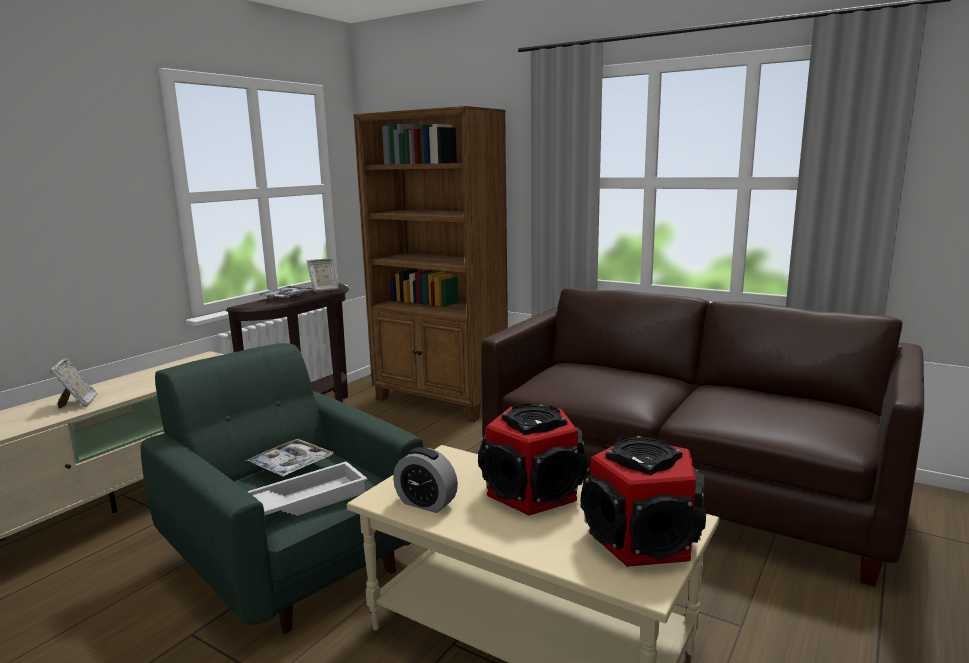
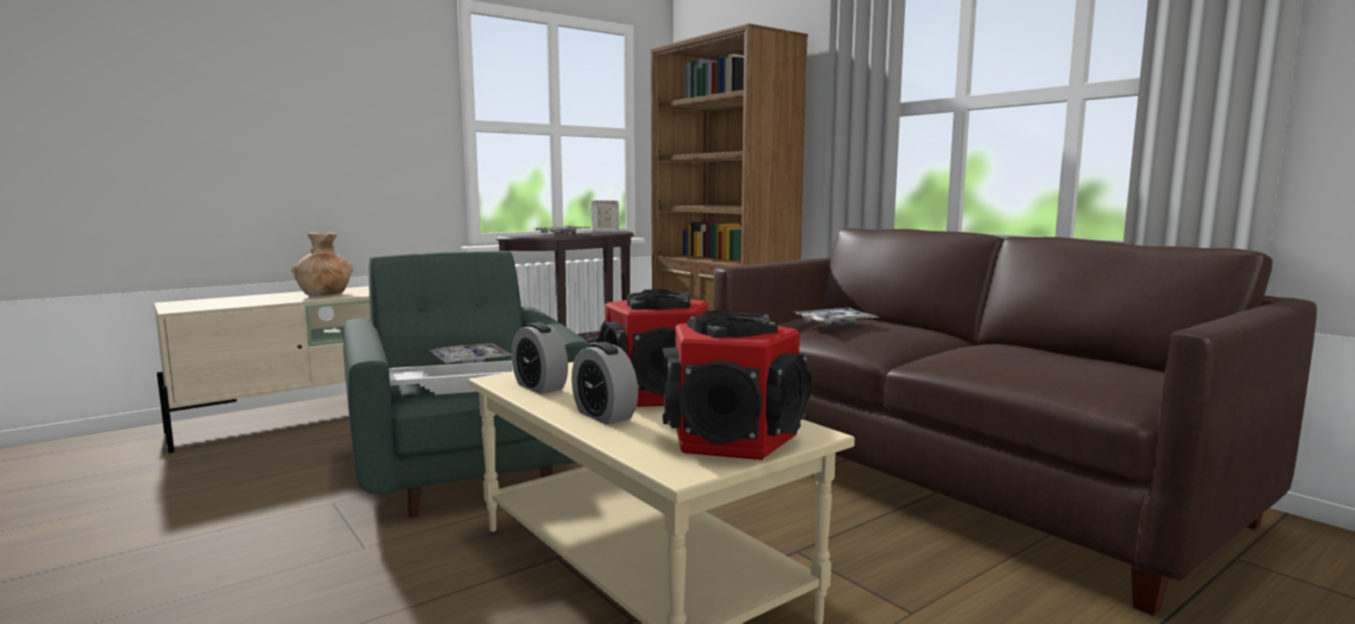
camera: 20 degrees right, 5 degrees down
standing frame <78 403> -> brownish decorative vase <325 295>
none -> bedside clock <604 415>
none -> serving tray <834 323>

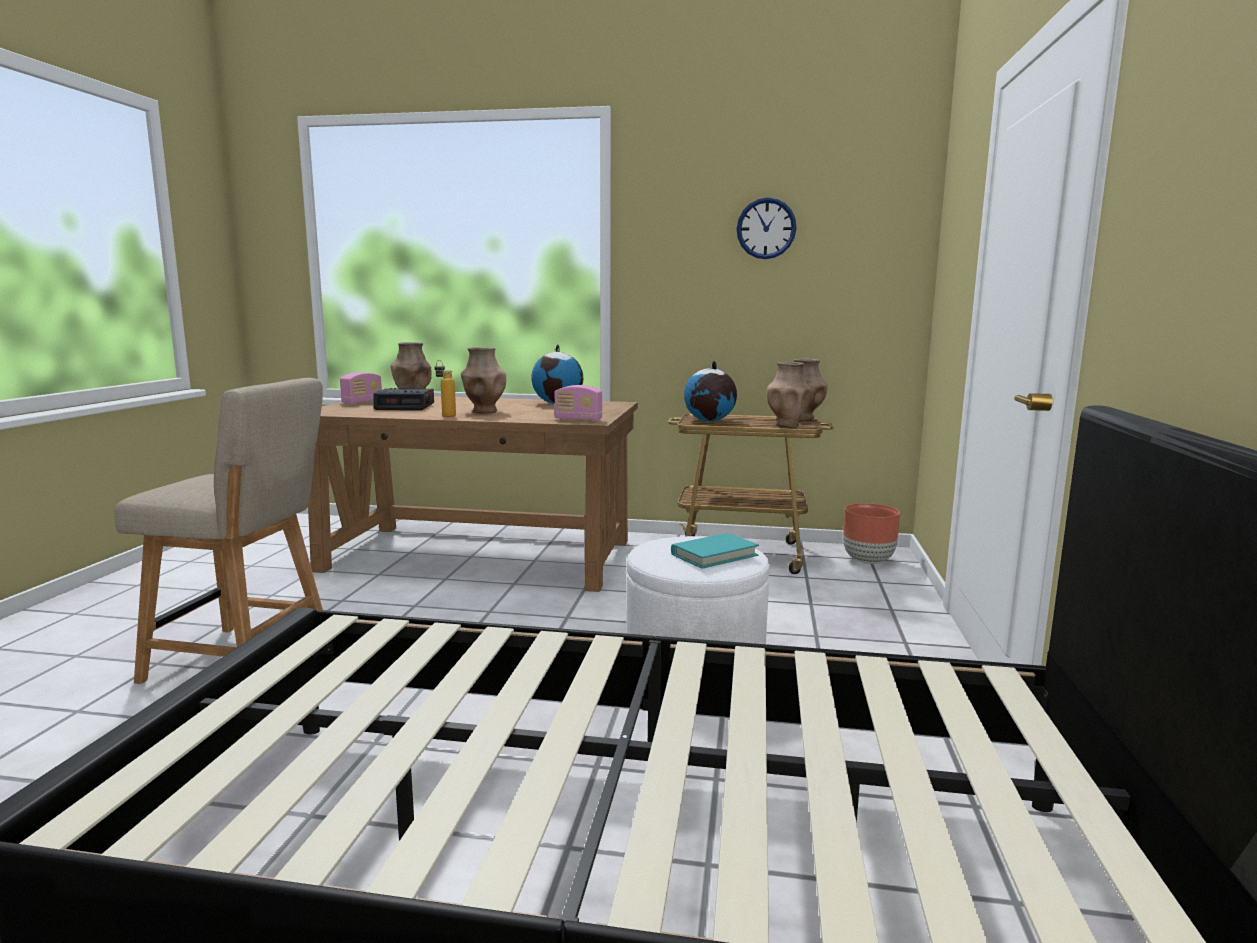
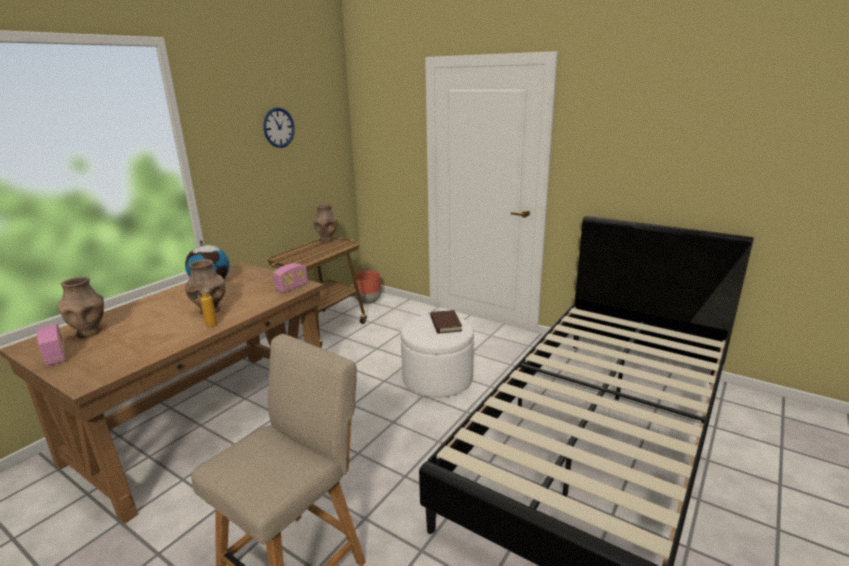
camera: 65 degrees left, 10 degrees up
turquoise volume <714 555> -> brownish volume <445 324>
bedside clock <405 406> -> none
desk globe <709 421> -> none
brownish decorative vase <787 425> -> none

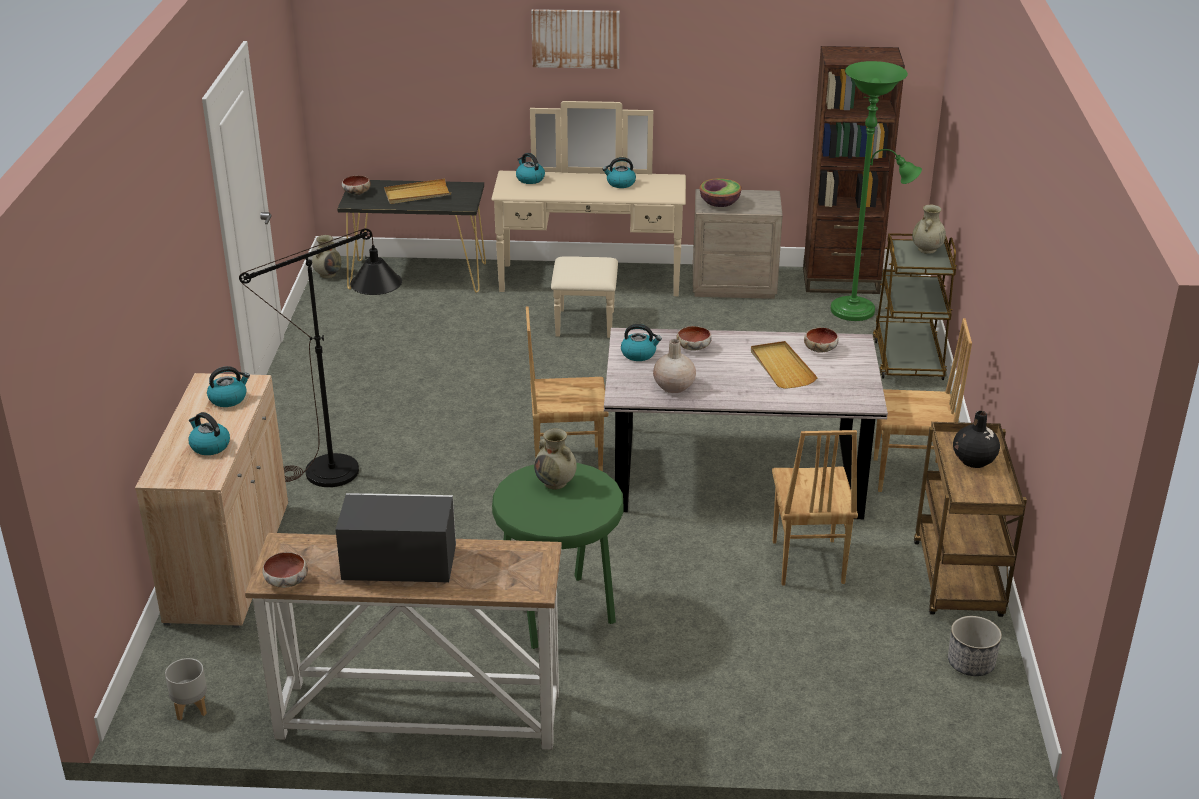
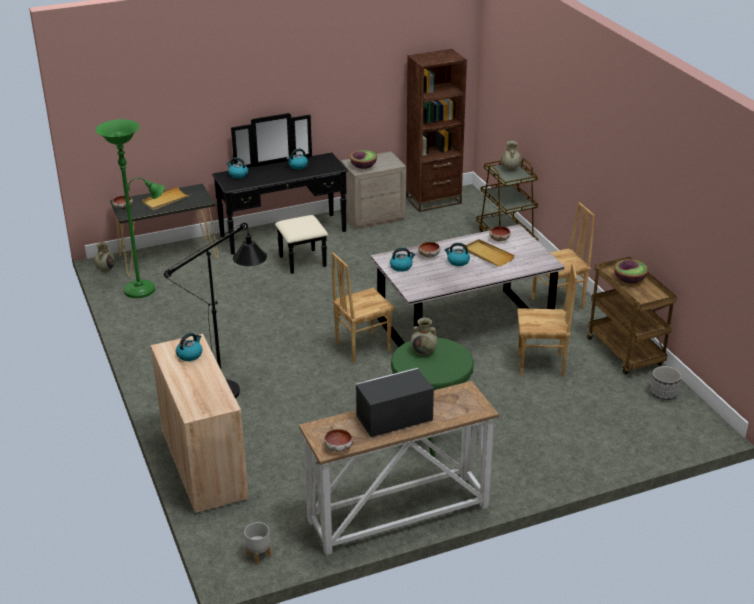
camera: 25 degrees left, 0 degrees up
green standard lamp <858 310> -> green standard lamp <143 289>, move
beige dresser <590 289> -> black dresser <288 240>
kettle <209 446> -> kettle <457 262>, move
brownish plain chair <806 562> -> brownish plain chair <541 366>, 60 degrees counterclockwise
black decorative vase <974 460> -> serving bowl <629 280>
wall art <575 38> -> none
beige decorative vase <673 386> -> none

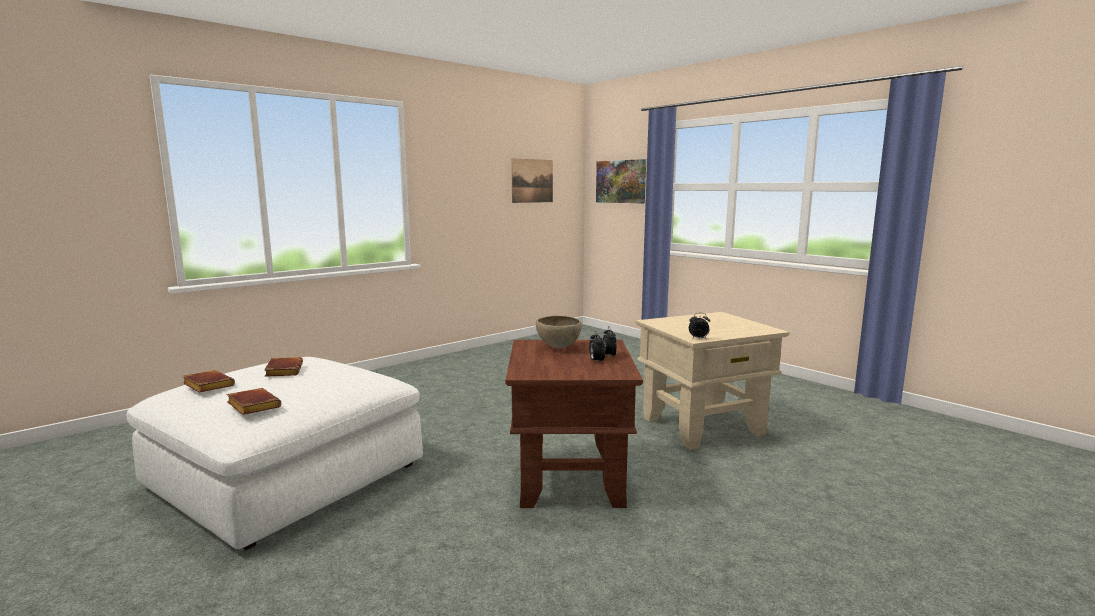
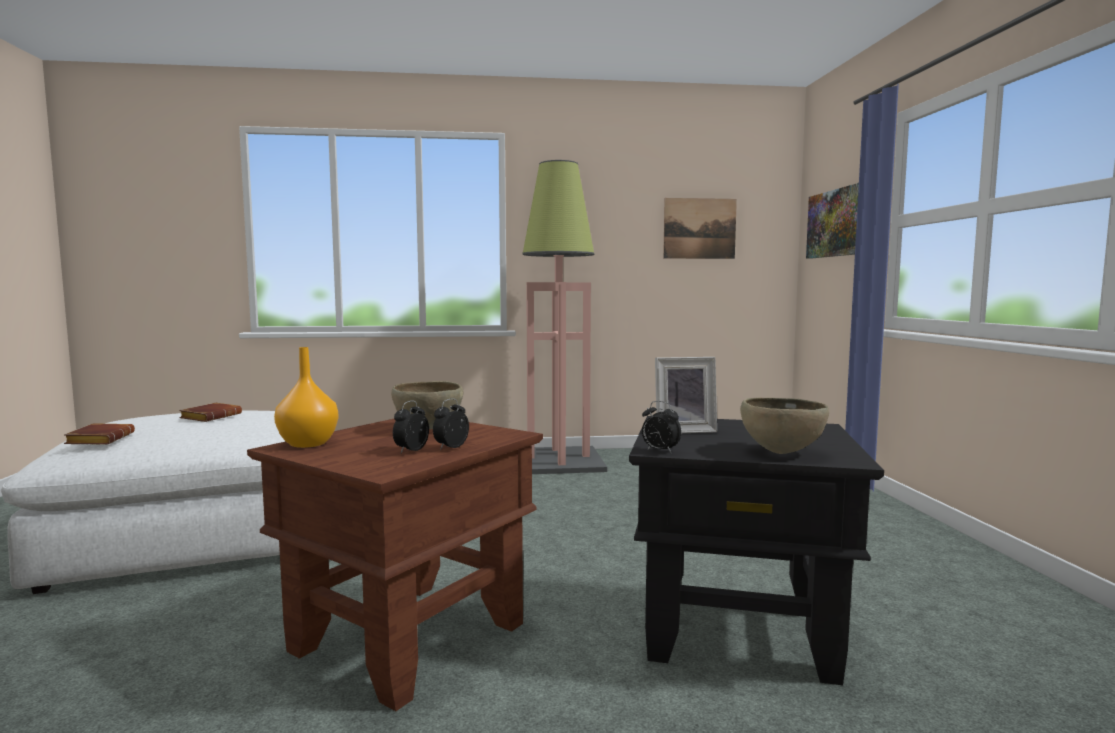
camera: 35 degrees right, 5 degrees down
none -> orange-coloured decorative vase <308 444>
none -> standard lamp <559 461>
beige side table <703 426> -> black side table <738 630>
none -> standing frame <683 430>
none -> brownish serving bowl <782 453>
brownish volume <206 386> -> none

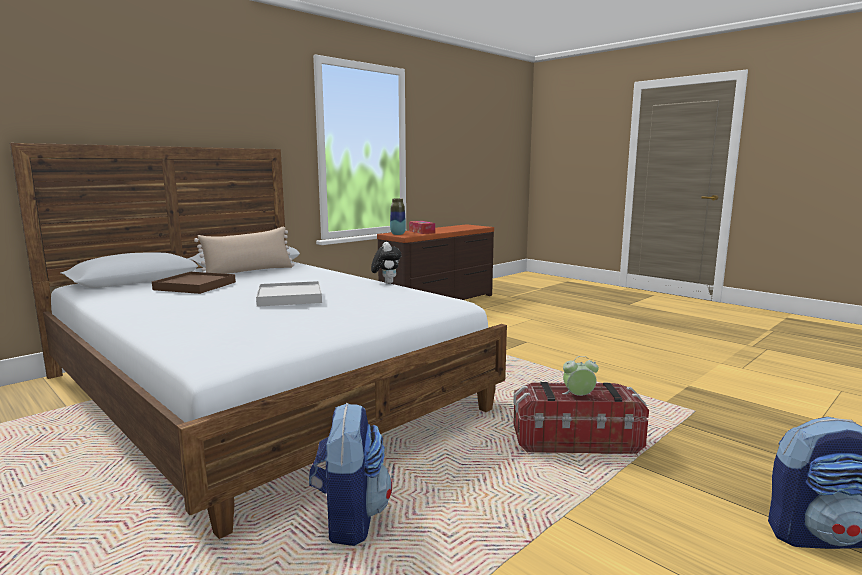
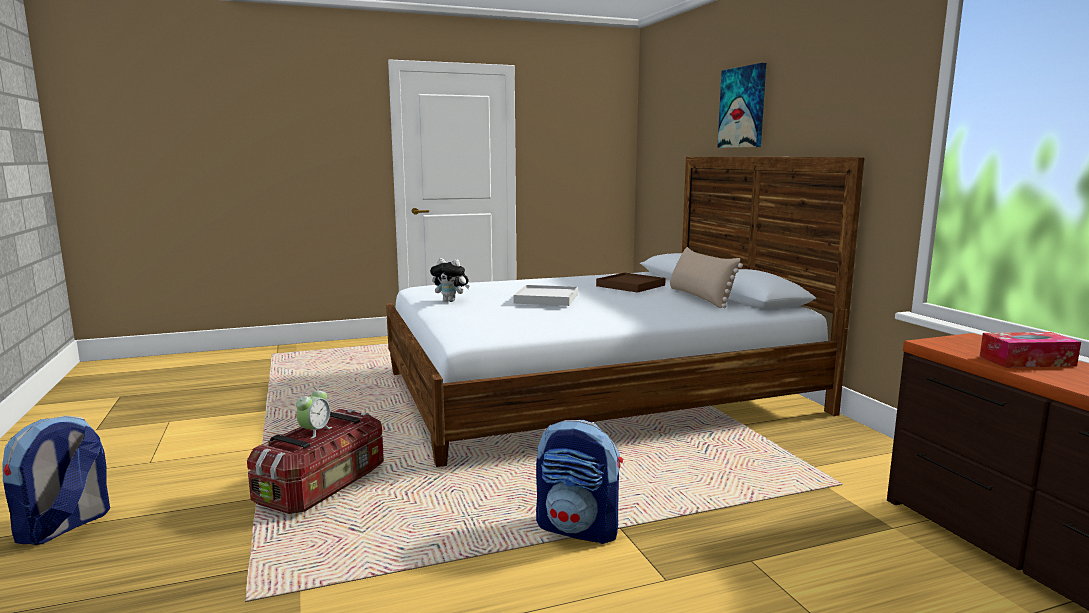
camera: 115 degrees right, 0 degrees up
soft toy <386 283> -> soft toy <451 301>, move
rucksack <350 519> -> rucksack <579 529>, move
none -> wall art <743 107>
decorative vase <398 234> -> none

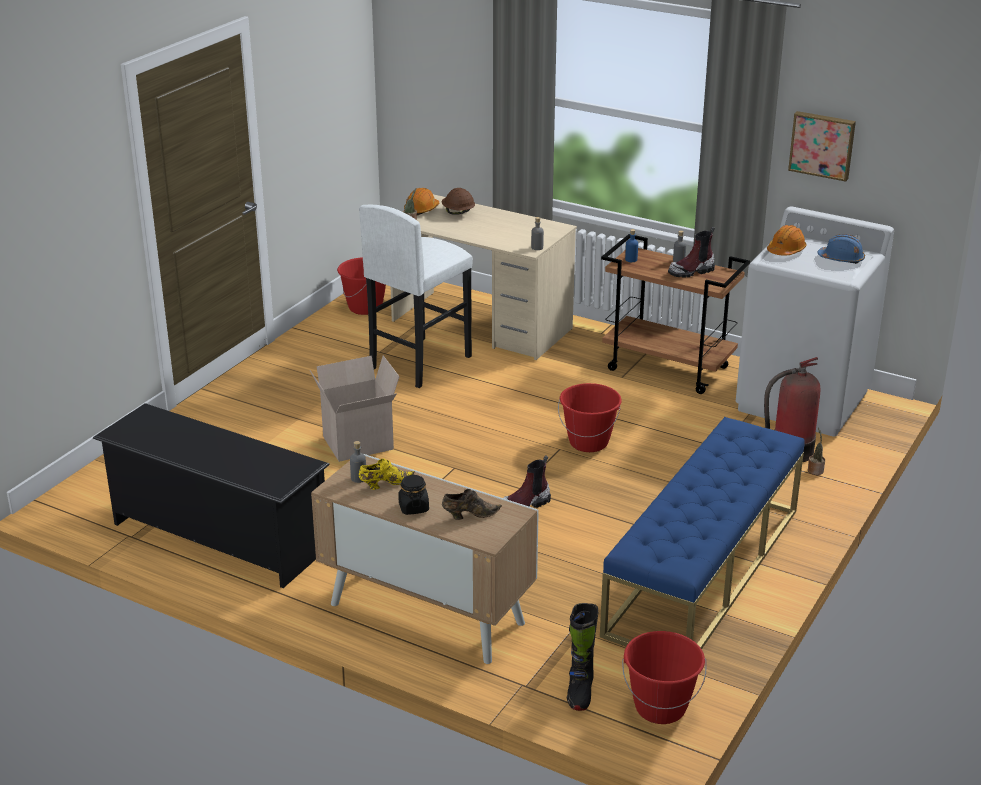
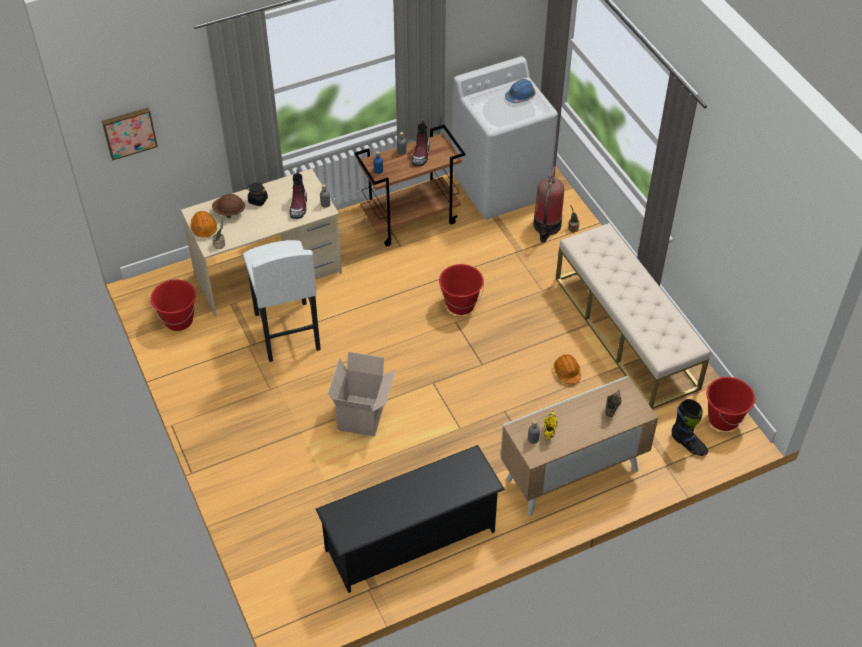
camera: 55 degrees left, 20 degrees up
wall art <822 145> -> wall art <129 132>, move
black jar <413 507> -> black jar <258 200>, move
boot <525 504> -> boot <298 206>, move
orange-coloured work helmet <786 250> -> orange-coloured work helmet <567 372>, move
bluish long seat <703 571> -> beige long seat <626 332>

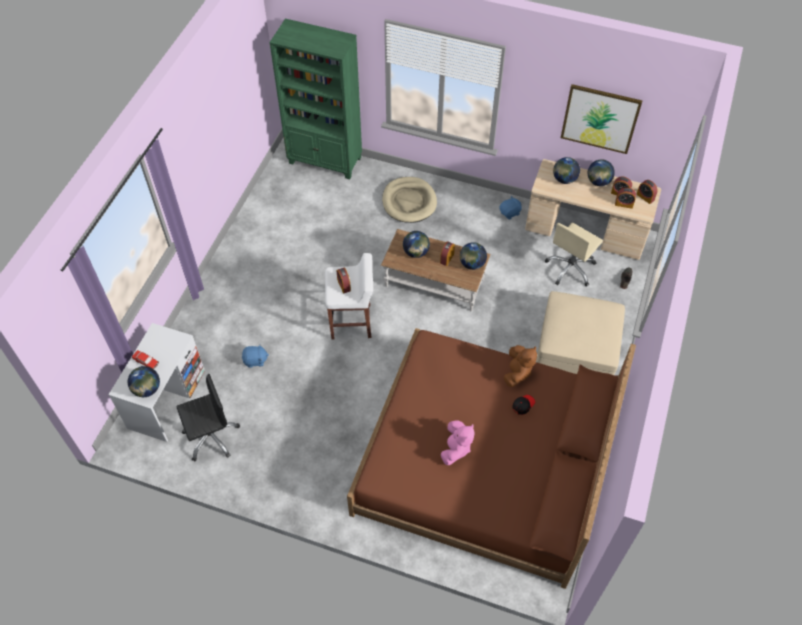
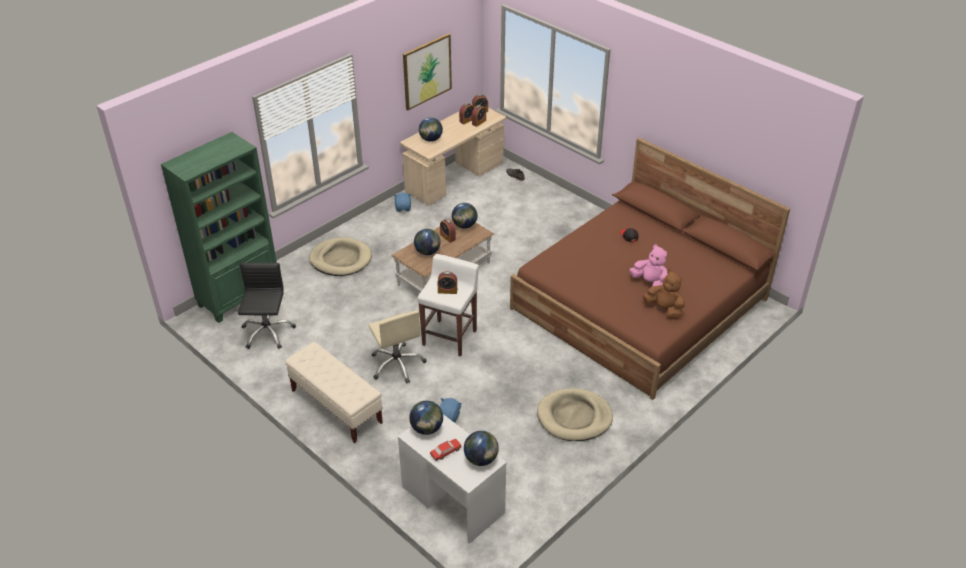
camera: 65 degrees left, 15 degrees down
black office chair <211 436> -> black office chair <267 332>, move
none -> beige long seat <336 406>
beige office chair <570 268> -> beige office chair <397 364>, move
desk globe <598 182> -> desk globe <427 428>, move
none -> beige dog cushion <574 417>
brownish soft toy <517 372> -> brownish soft toy <664 309>, move
beige footrest <578 346> -> none

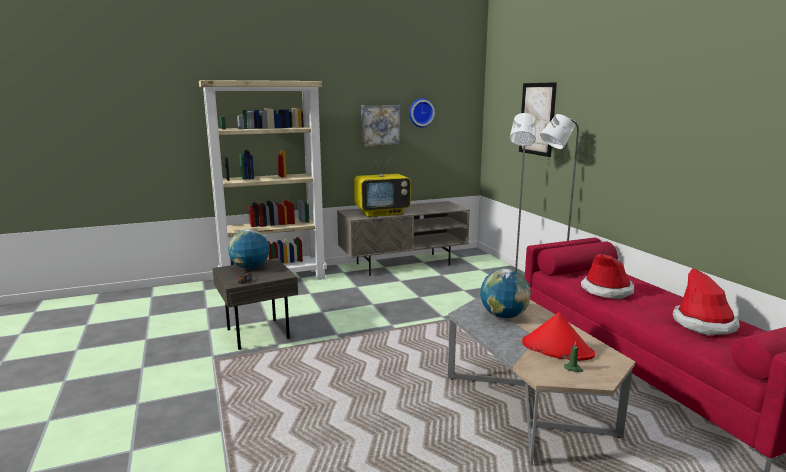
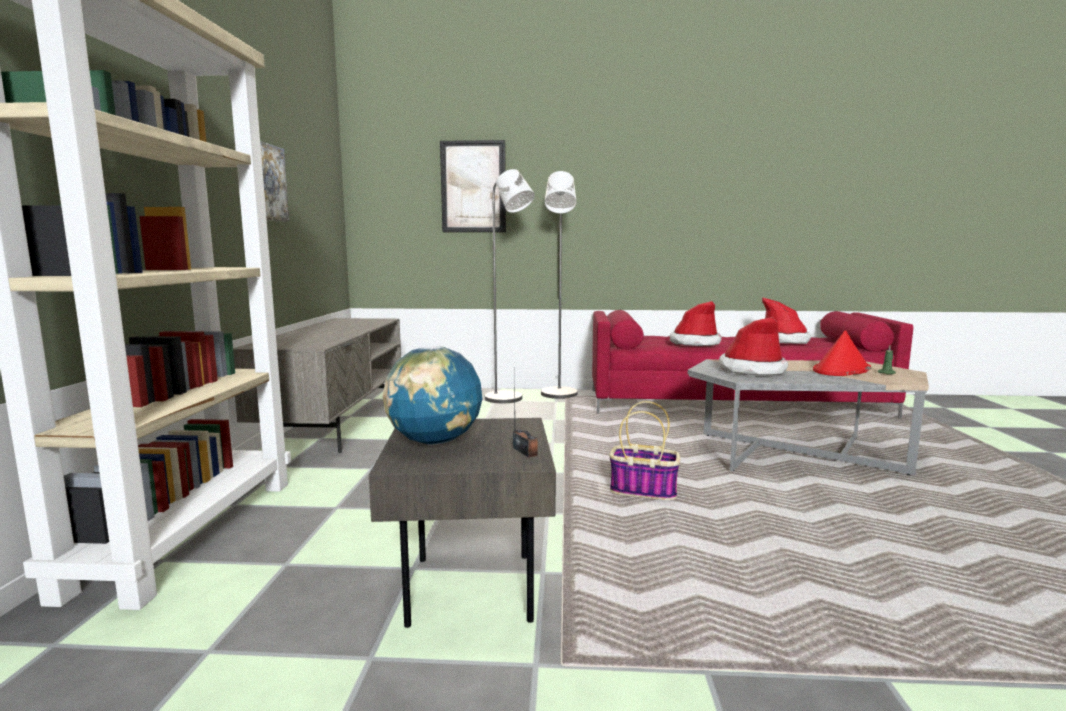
camera: 65 degrees left, 5 degrees down
none -> basket <644 490>
desk globe <503 316> -> wearable hat <752 370>
television <382 213> -> none
wall clock <420 112> -> none

